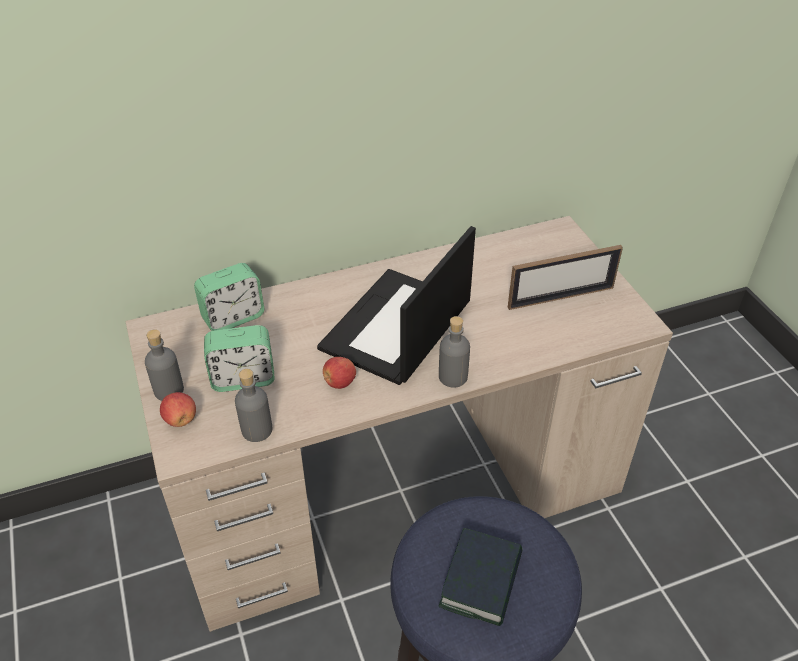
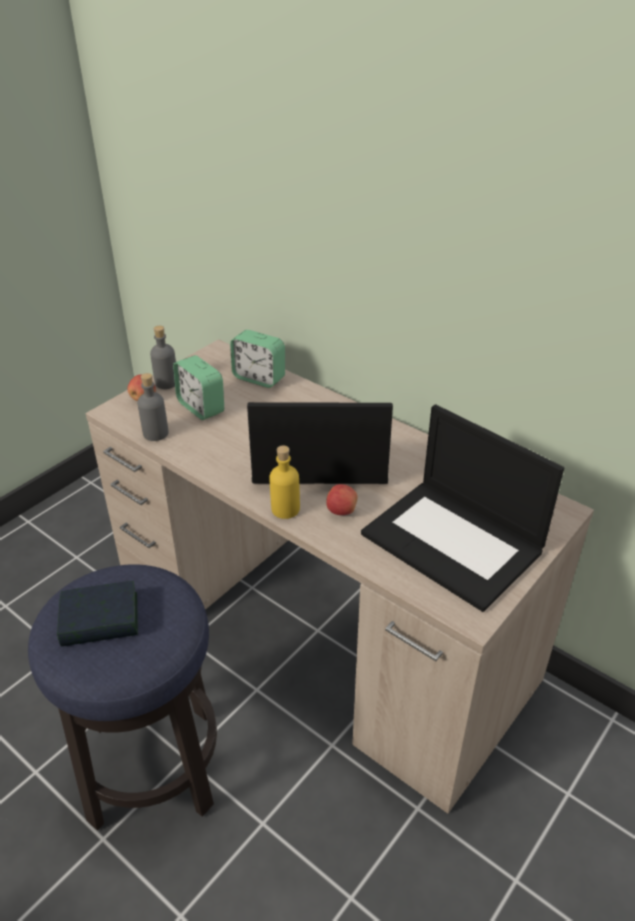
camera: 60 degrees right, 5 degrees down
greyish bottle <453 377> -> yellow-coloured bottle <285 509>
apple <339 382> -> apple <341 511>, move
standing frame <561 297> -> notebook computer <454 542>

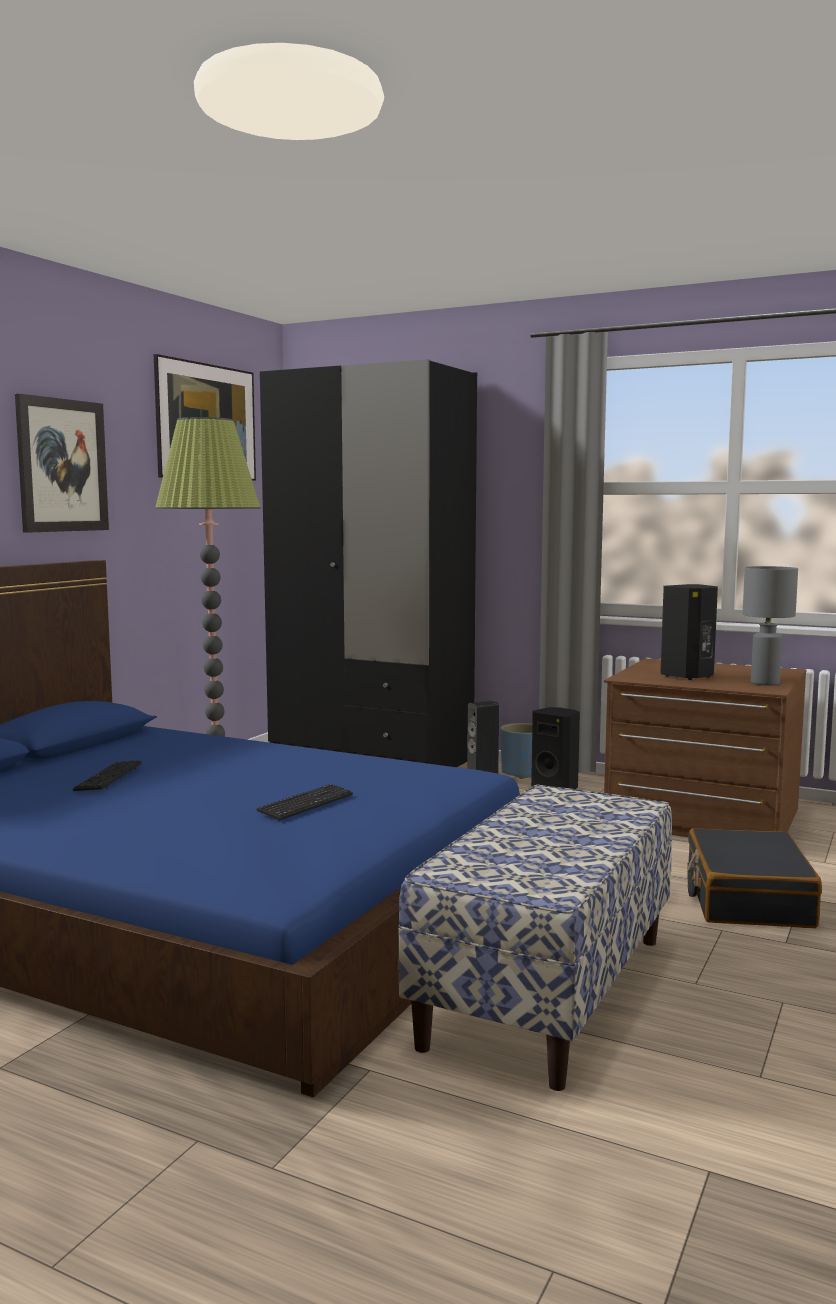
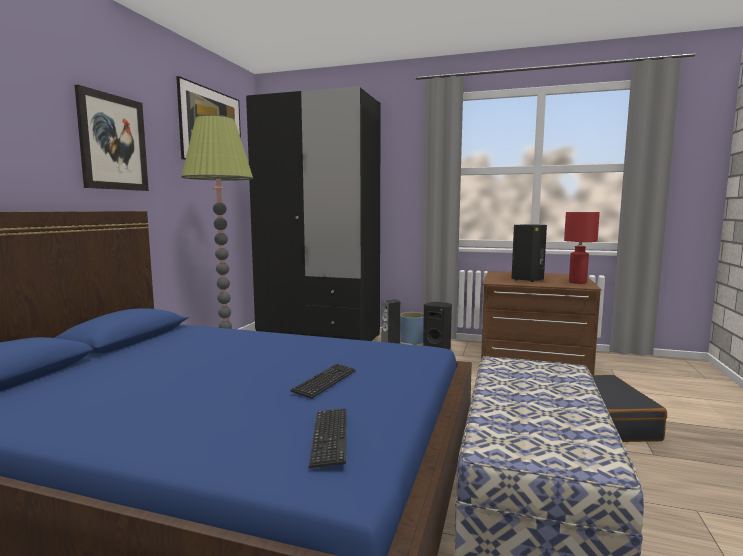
camera: 10 degrees left, 0 degrees up
computer keyboard <109 778> -> computer keyboard <329 438>, move
greyish tabletop lamp <765 683> -> red-coloured tabletop lamp <578 282>

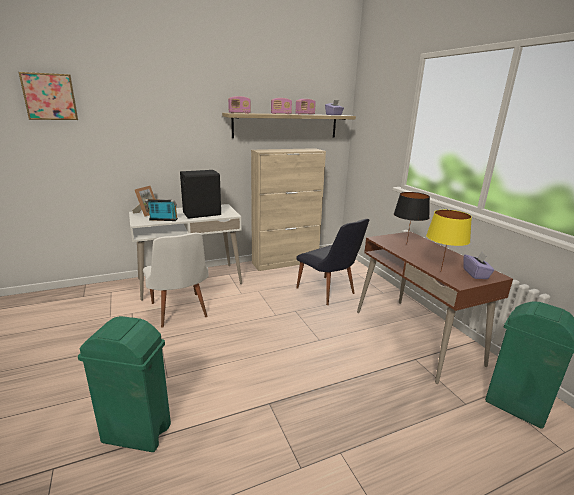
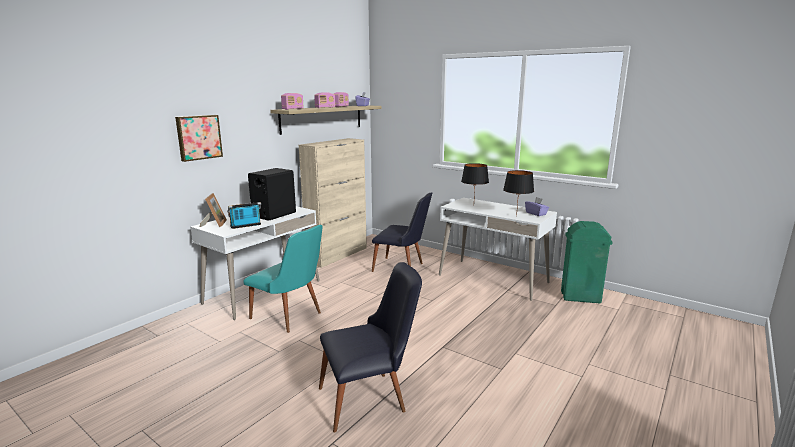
camera: 30 degrees left, 5 degrees down
wall art <50 97> -> wall art <198 137>, move
white plain chair <180 313> -> turquoise plain chair <290 317>
green rubbish bin <137 434> -> black plain chair <370 399>
brownish desk table <415 336> -> white desk table <493 279>
yellow-coloured tabletop lamp <440 271> -> black tabletop lamp <516 216>

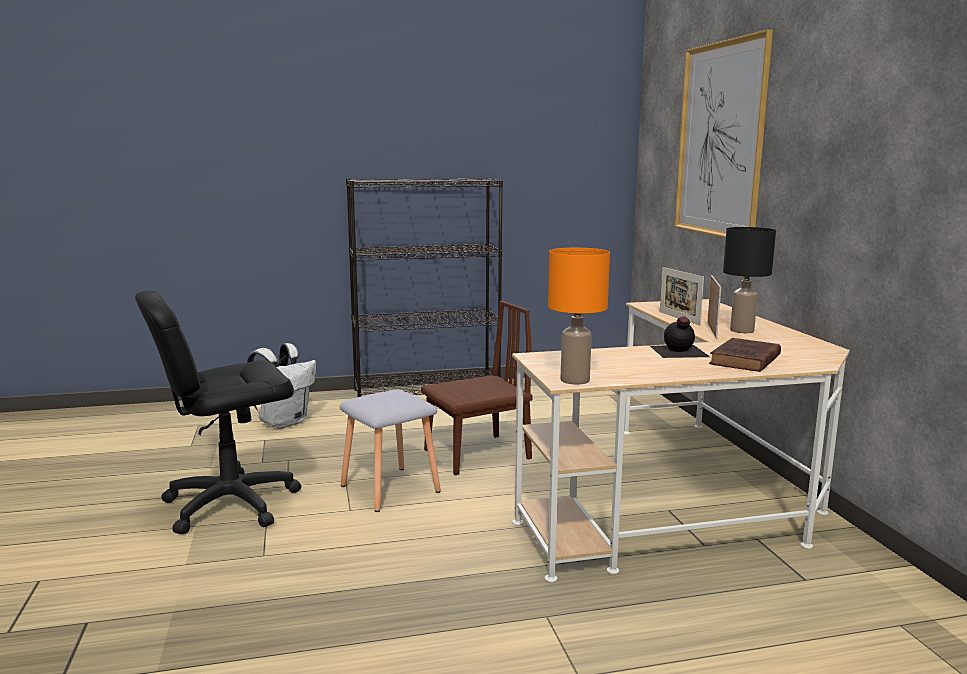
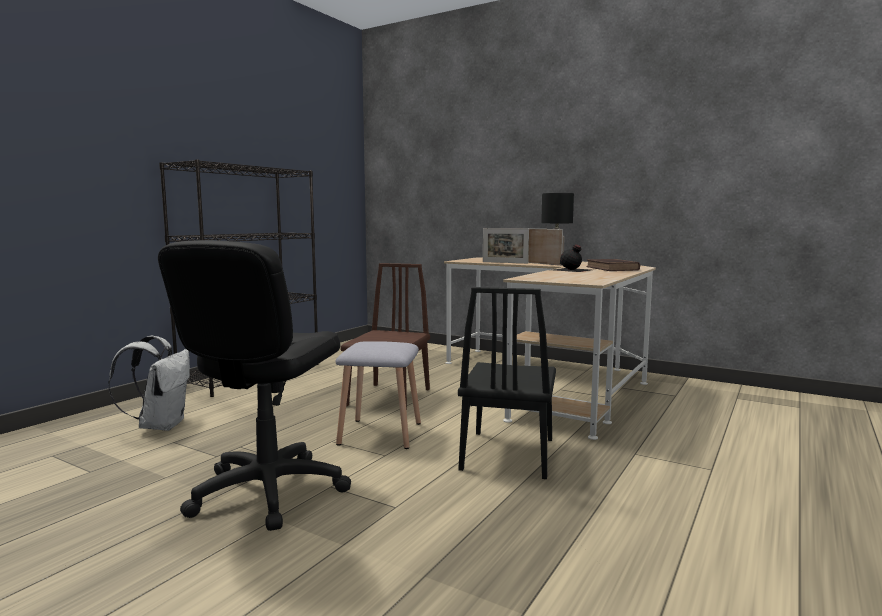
camera: 45 degrees left, 5 degrees down
none -> black plain chair <508 453>
orange-coloured tabletop lamp <574 380> -> none
wall art <720 140> -> none

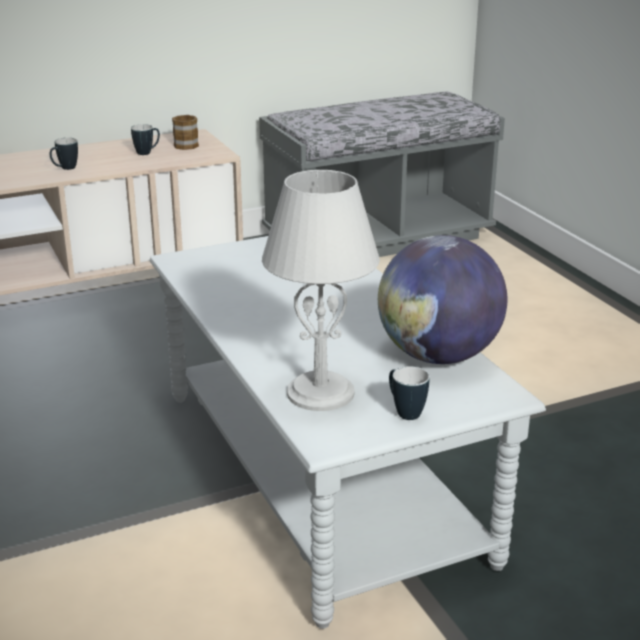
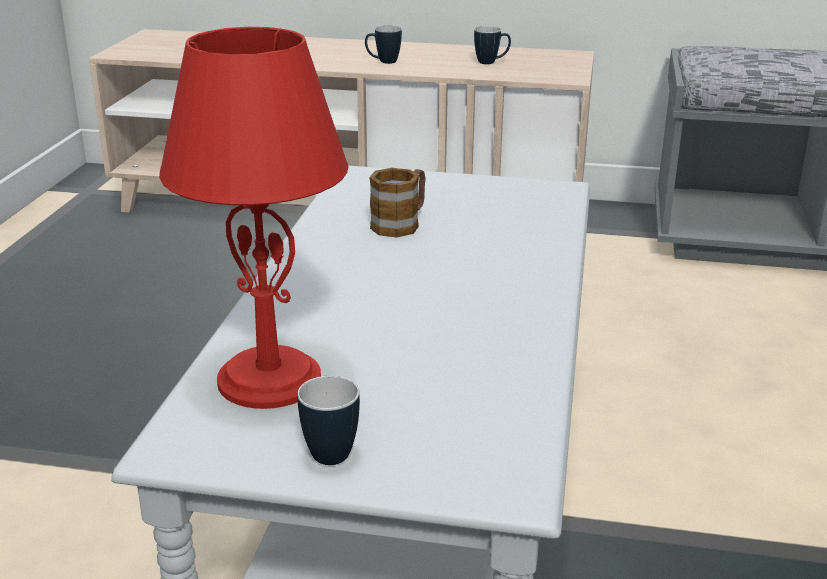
camera: 35 degrees right, 0 degrees up
greyish tabletop lamp <321 392> -> red-coloured tabletop lamp <271 379>
mug <187 144> -> mug <401 224>, move
desk globe <438 356> -> none

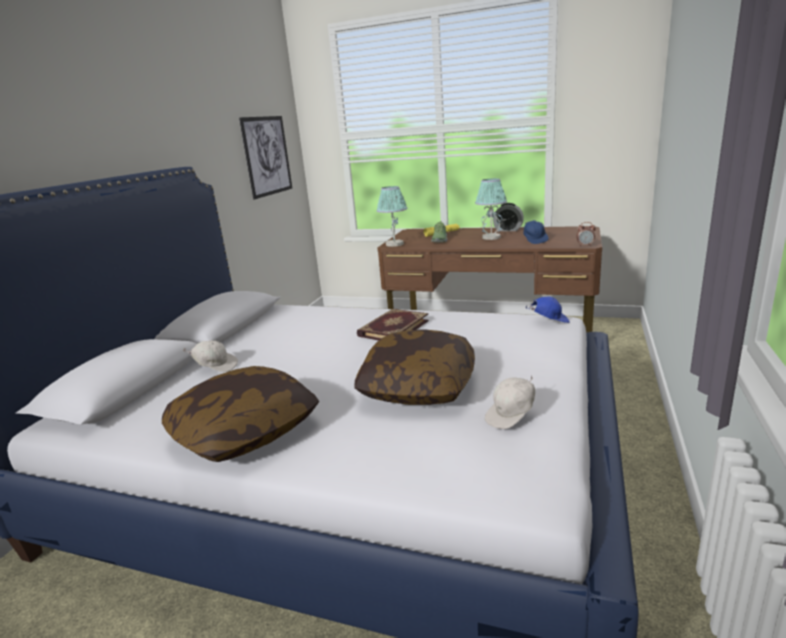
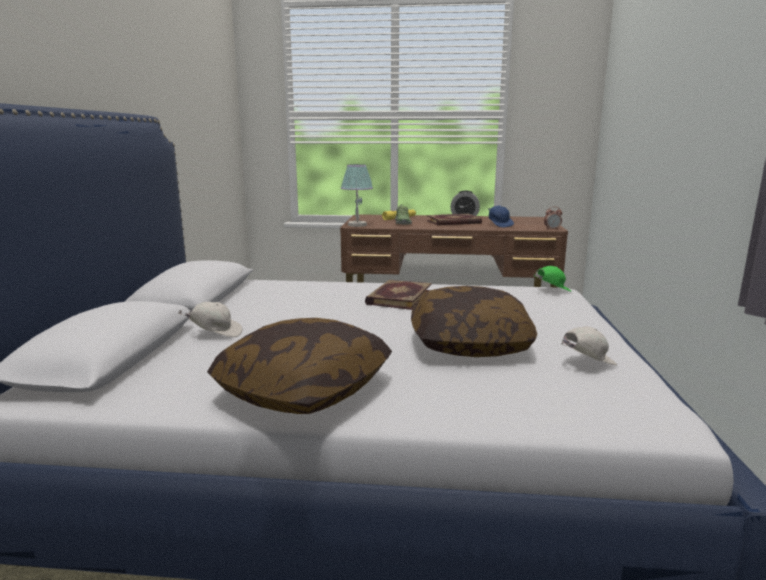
camera: 15 degrees left, 5 degrees down
tabletop lamp <491 237> -> volume <454 222>
bluish cap <548 321> -> green cap <551 291>
white cap <512 416> -> white cap <586 363>, 150 degrees counterclockwise
wall art <267 156> -> none

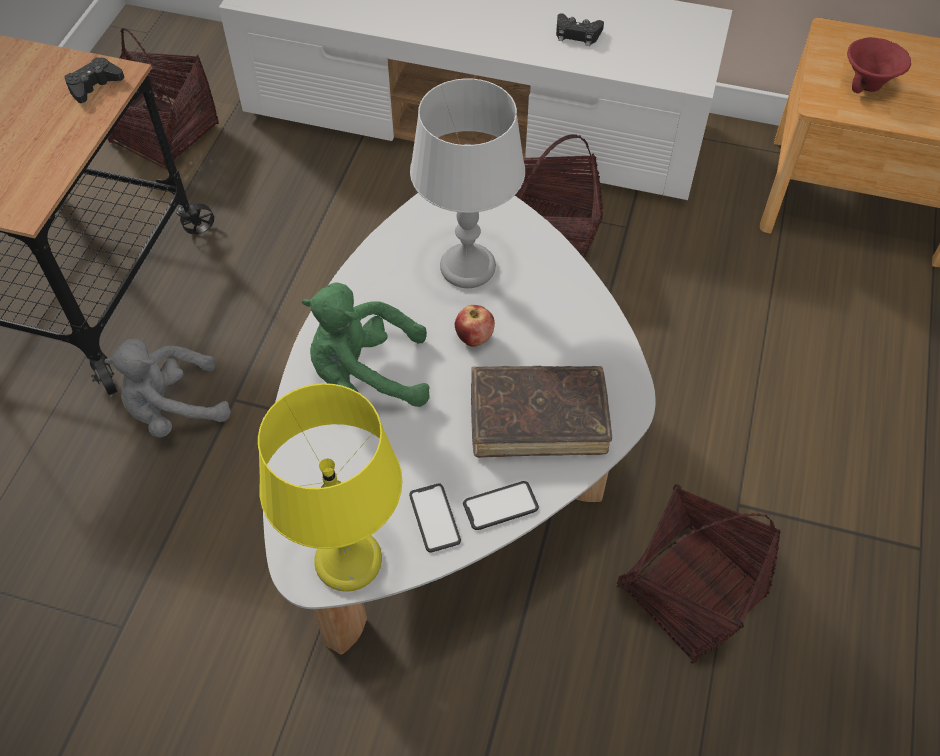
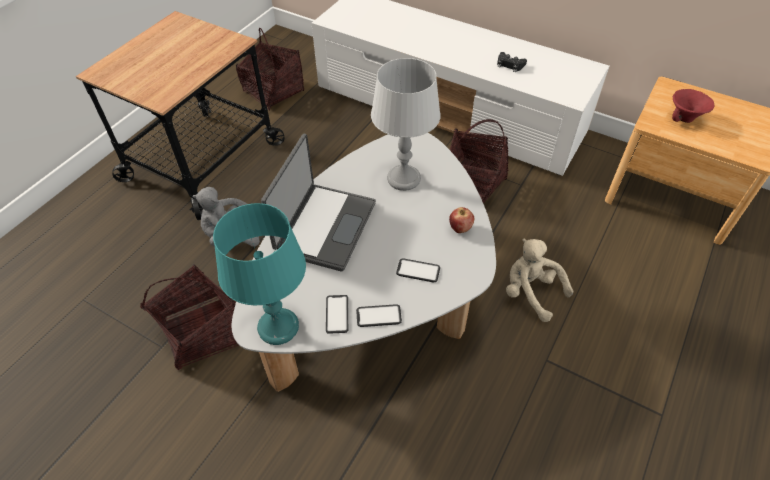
camera: 15 degrees right, 5 degrees down
basket <689 592> -> basket <201 332>, move
yellow-coloured tabletop lamp <347 561> -> turquoise tabletop lamp <278 327>
green soft toy <366 376> -> notebook computer <324 227>
brownish volume <538 418> -> handset <418 271>
apple <474 338> -> apple <460 228>, move
none -> beige soft toy <531 292>
black gamepad <94 85> -> none

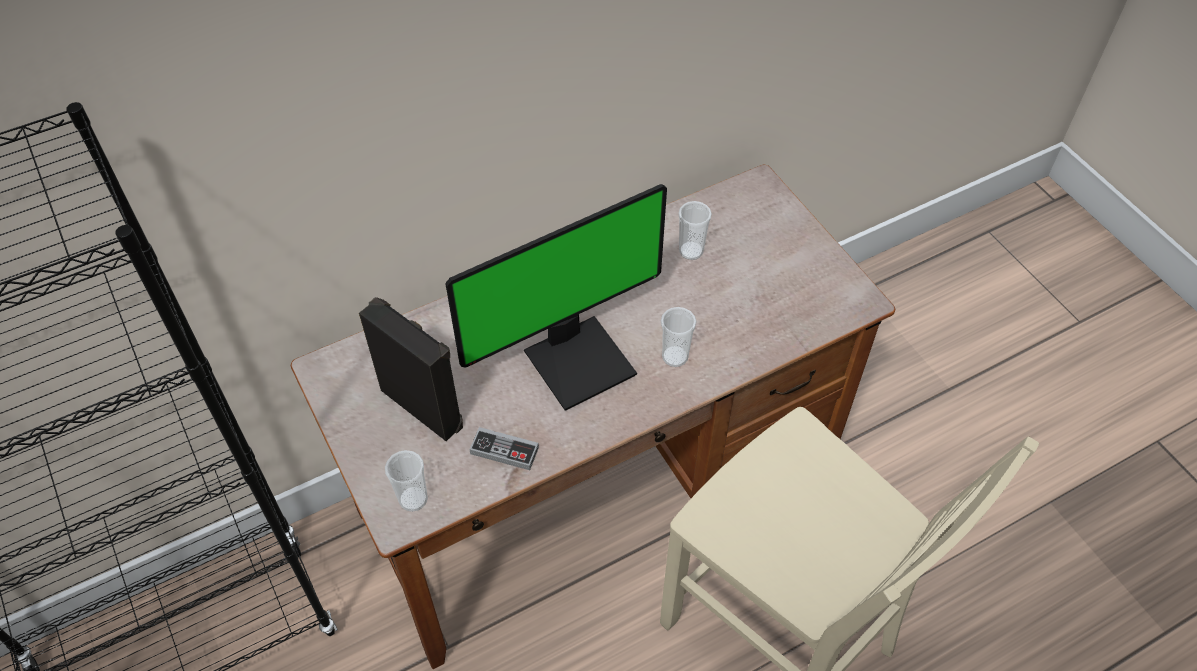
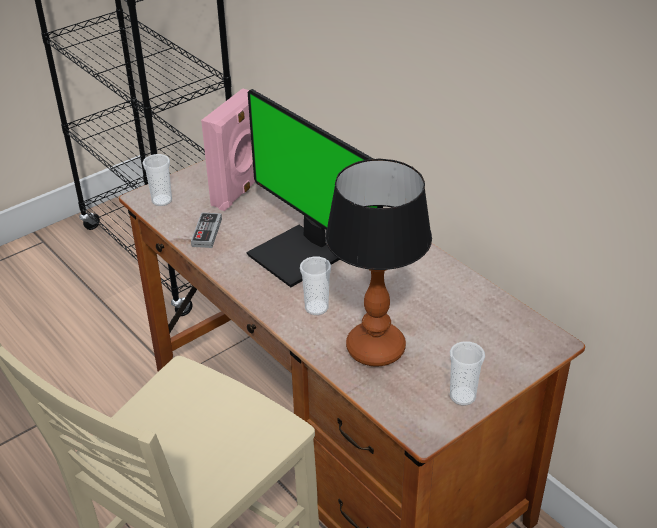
camera: 80 degrees right, 15 degrees down
black speaker <424 406> -> pink speaker <239 191>
none -> tabletop lamp <375 348>
small cup <691 251> -> small cup <462 396>, move

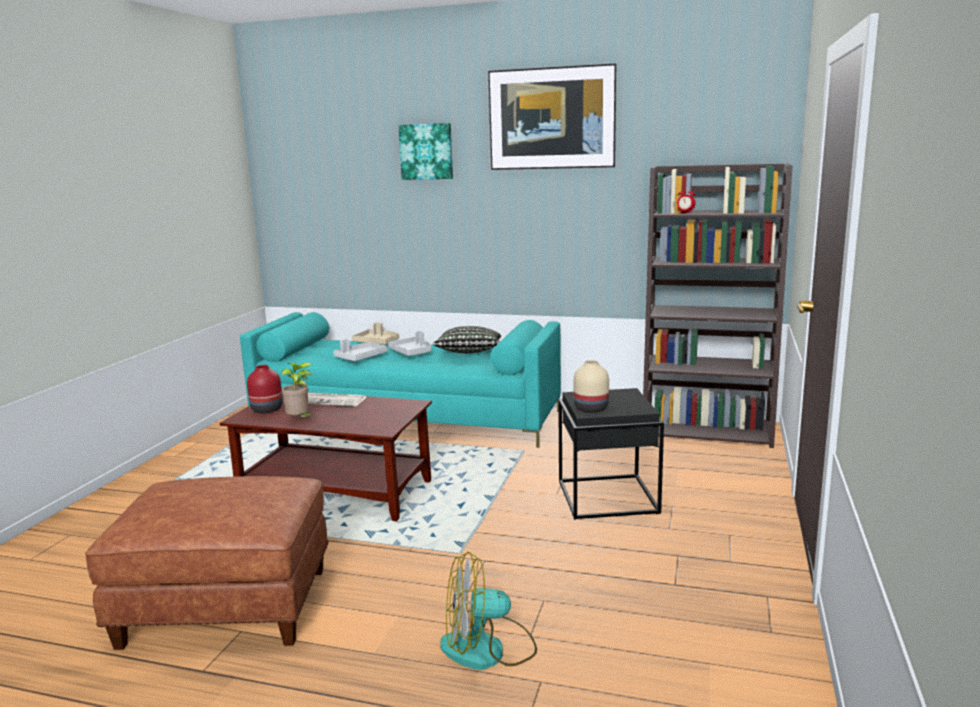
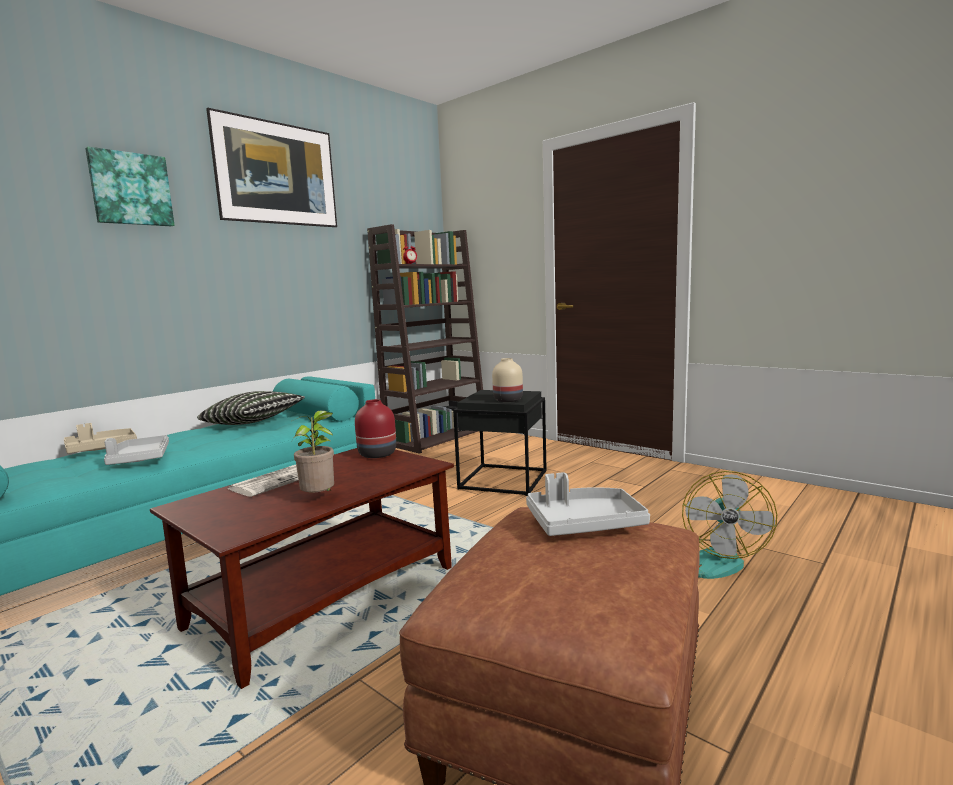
camera: 65 degrees left, 5 degrees down
red-coloured decorative vase <267 409> -> red-coloured decorative vase <376 454>, move
greyish serving tray <412 352> -> greyish serving tray <584 524>, move

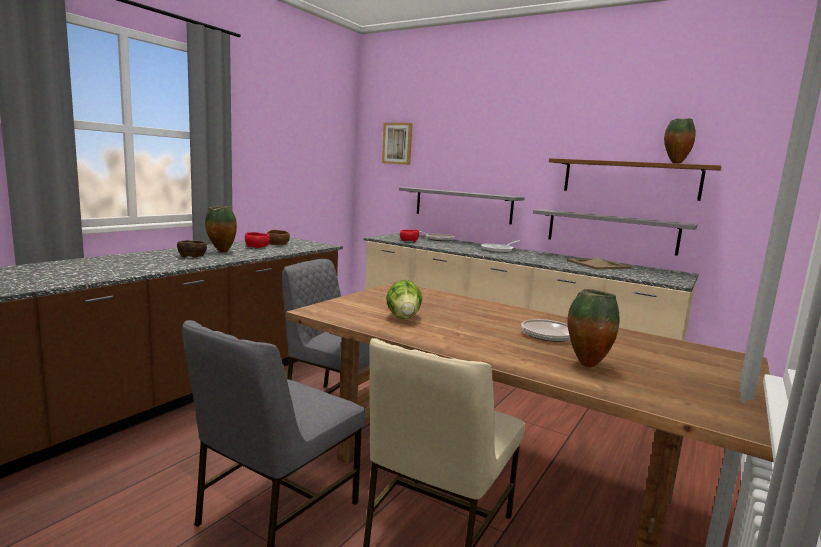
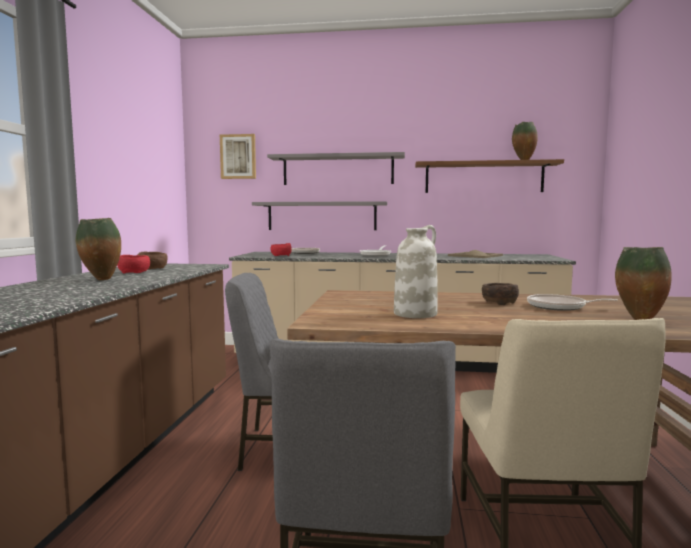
camera: 25 degrees left, 5 degrees down
greyish bracket shelf <611 231> -> greyish bracket shelf <338 170>, move
lettuce <403 317> -> white decorative vase <415 313>
brownish serving bowl <192 256> -> brownish serving bowl <498 302>, move

